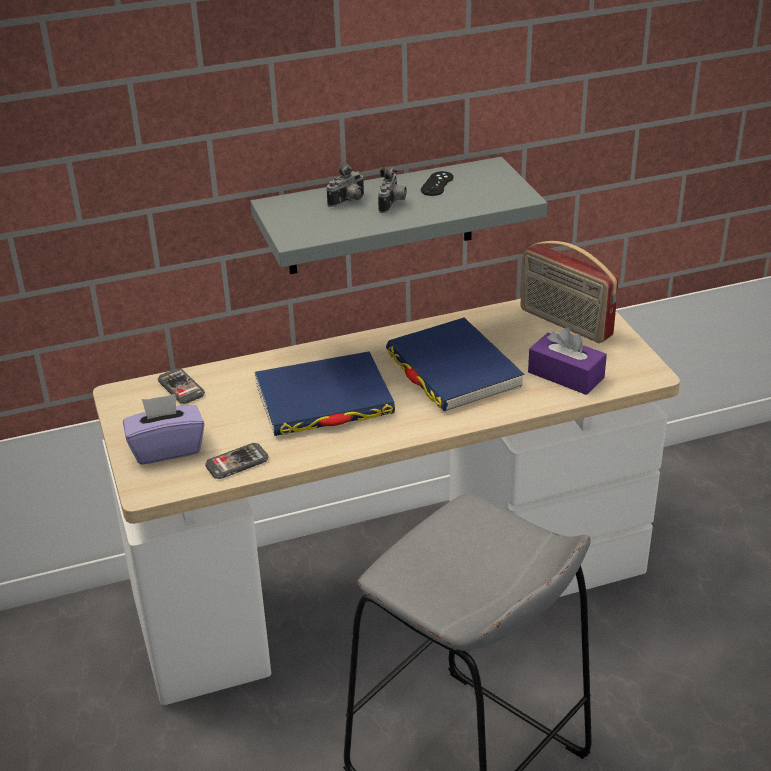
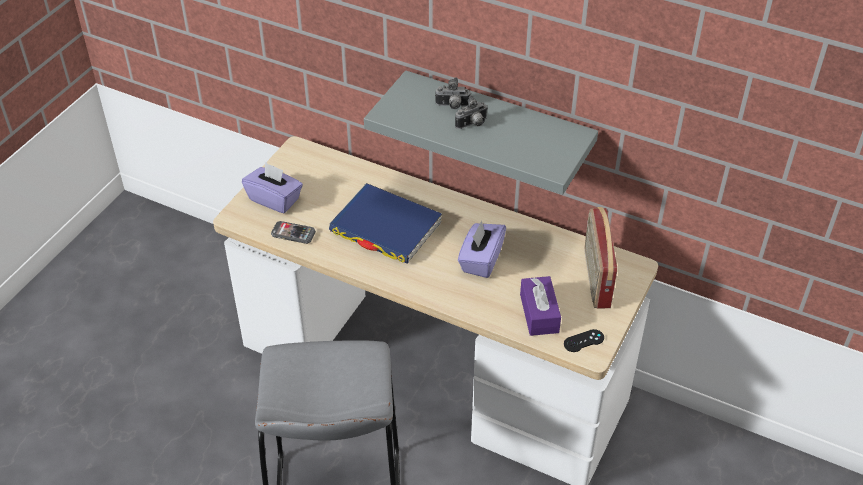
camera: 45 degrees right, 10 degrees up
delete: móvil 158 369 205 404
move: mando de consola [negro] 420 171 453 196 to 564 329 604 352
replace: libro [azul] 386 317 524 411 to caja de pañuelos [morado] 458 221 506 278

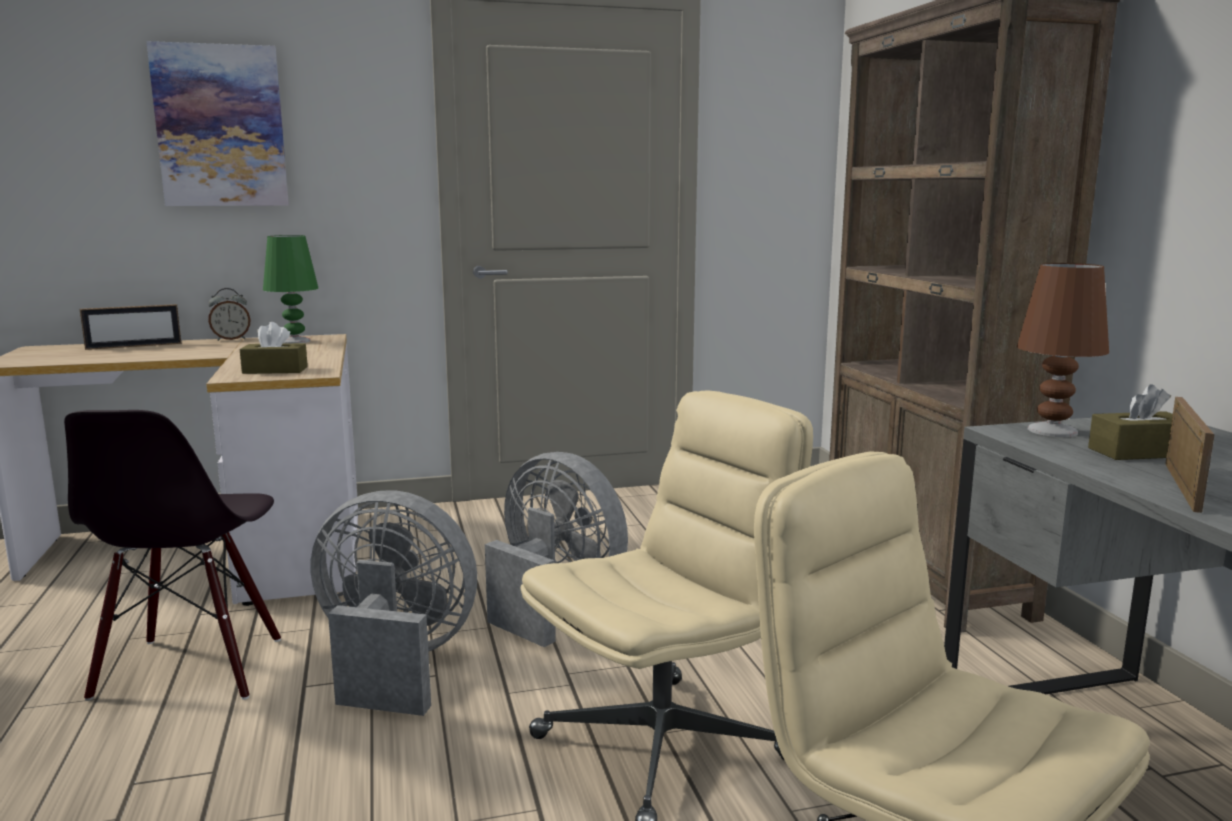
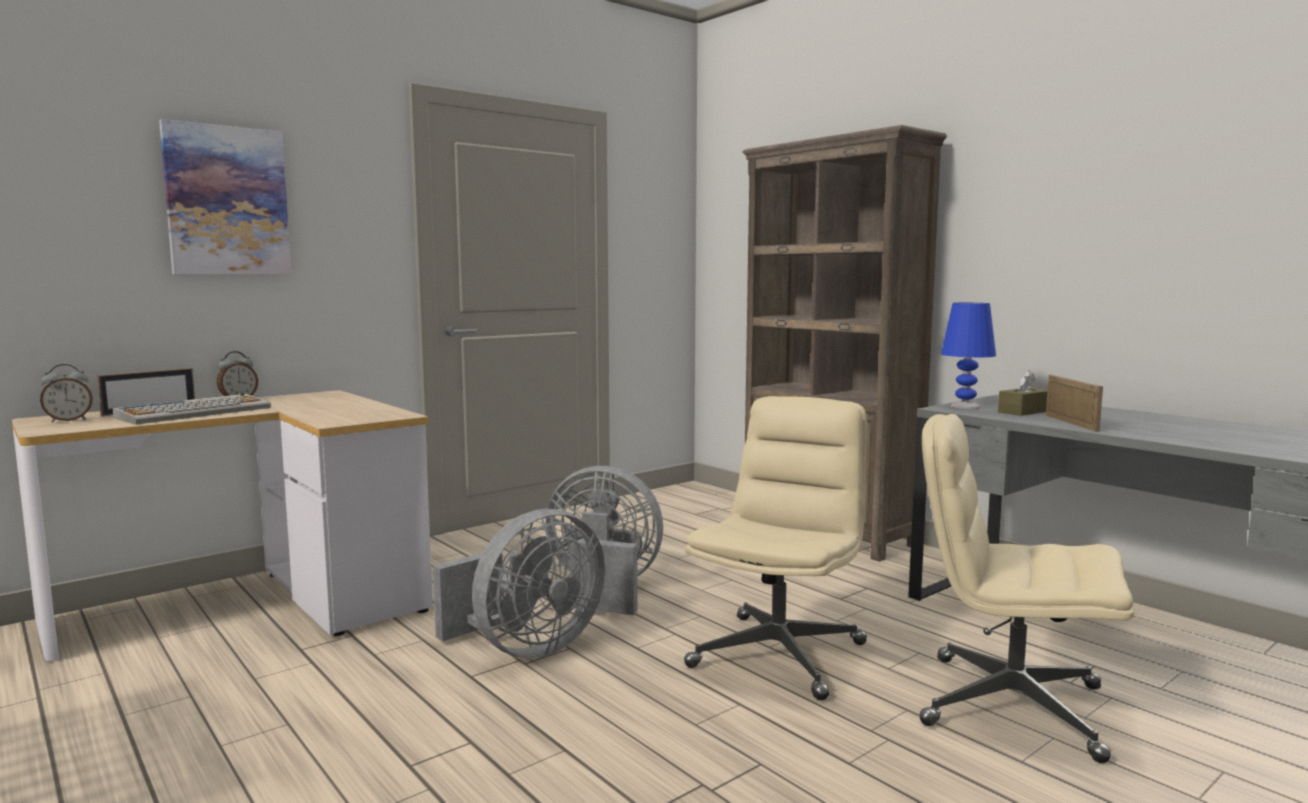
camera: 25 degrees left, 5 degrees down
delete: silla [negro] 64 410 281 701; caja de pañuelos [marrón] 240 322 308 374; lámpara de mesa [verde] 263 235 318 343
insert: despertador 40 364 93 422; teclado 113 394 271 425
recolor: lámpara de mesa [marrón] 1017 263 1109 437 to lámpara de mesa [azul] 941 303 996 409
rotate: ventilador [gris] 311 490 478 716 = 433 509 605 658 150 degrees clockwise

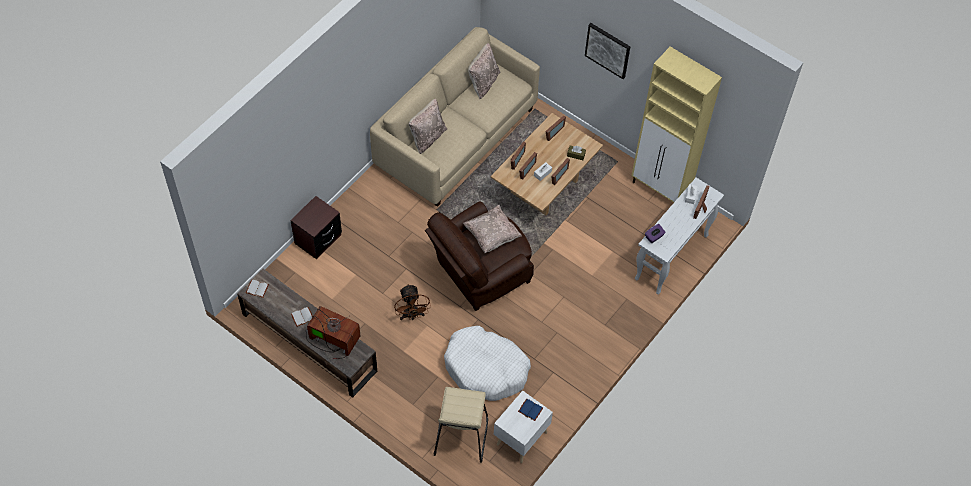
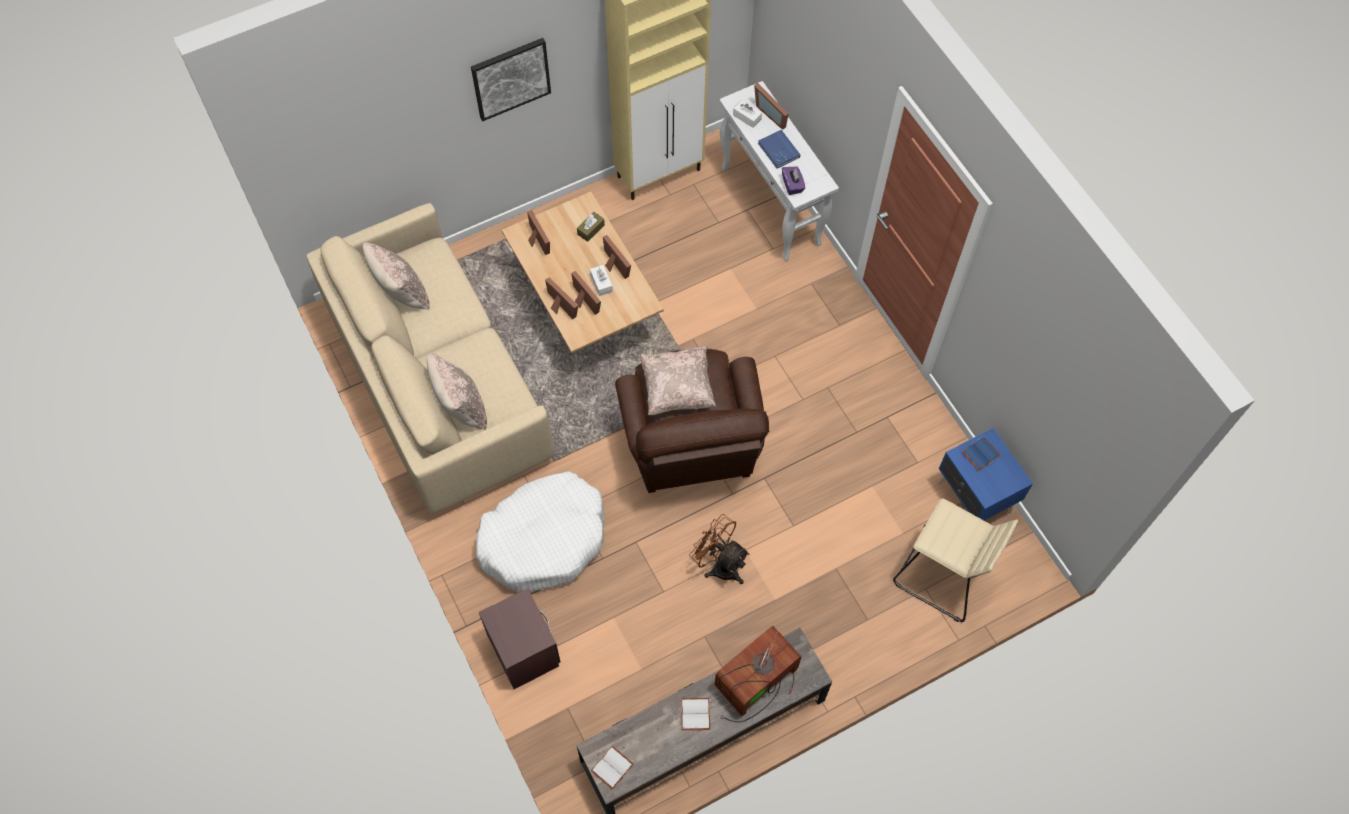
camera: 65 degrees left, 5 degrees up
insert: libro [azul] 758 130 800 169
move: cama para perro [blanco] 444 326 531 401 to 476 471 605 592
recolor: mesita de noche [blanco] 494 391 553 463 to mesita de noche [azul] 938 428 1033 520
rotate: ventilador [marrón] 394 284 431 320 = 689 514 750 584 150 degrees counterclockwise

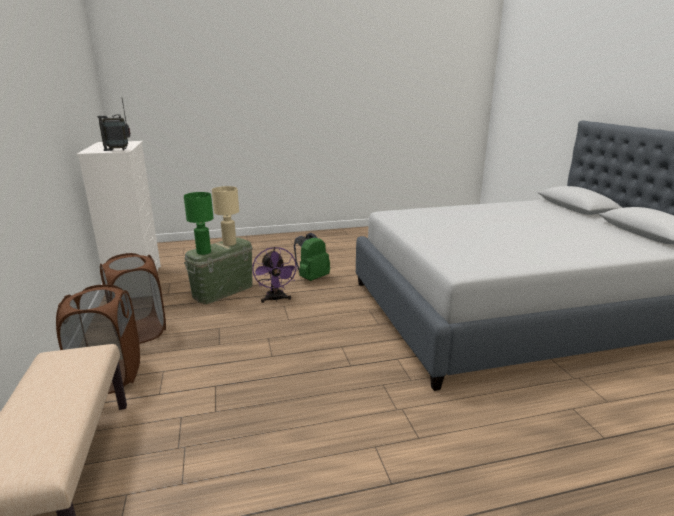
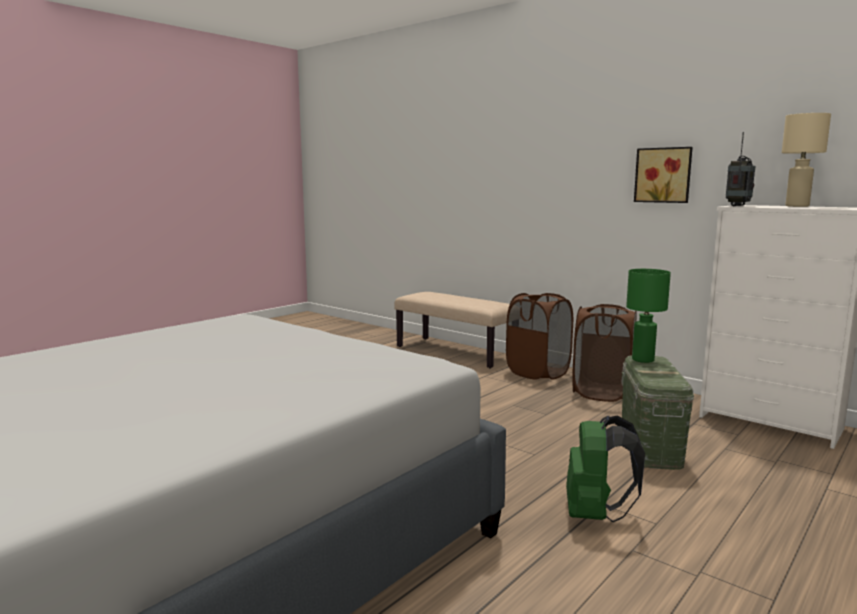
camera: 145 degrees right, 10 degrees down
delete: ventilador [morado] 252 247 298 303
insert: cuadro 634 147 693 203
move: lámpara de mesa [beis] 212 186 239 246 to 782 113 831 207

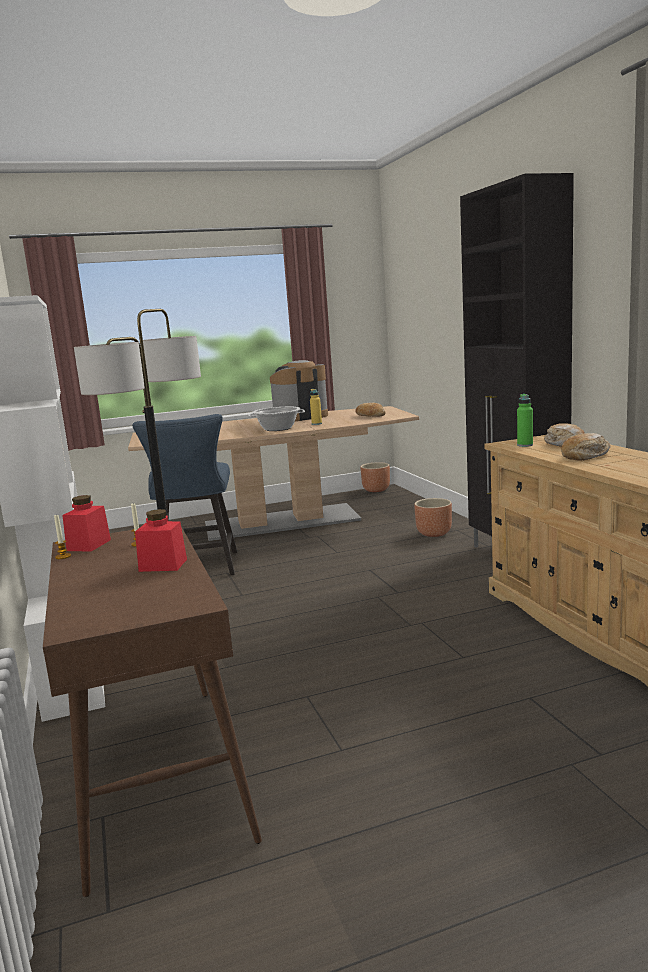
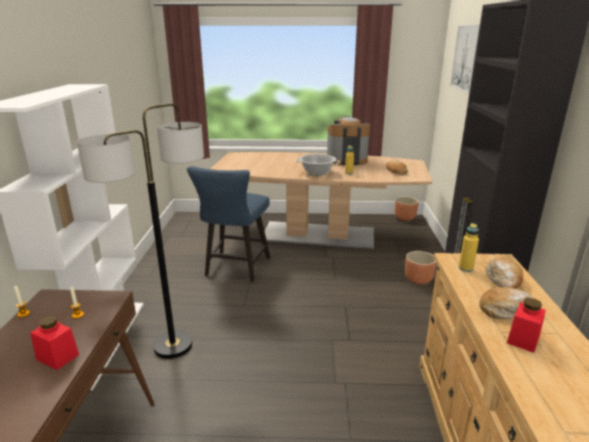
camera: 20 degrees right, 10 degrees up
insert: cuadro 450 25 480 93
move: tarro [rojo] 62 495 111 552 to 507 298 546 353
recolor: botella [verde] 517 394 533 447 to botella [amarillo] 459 223 479 272

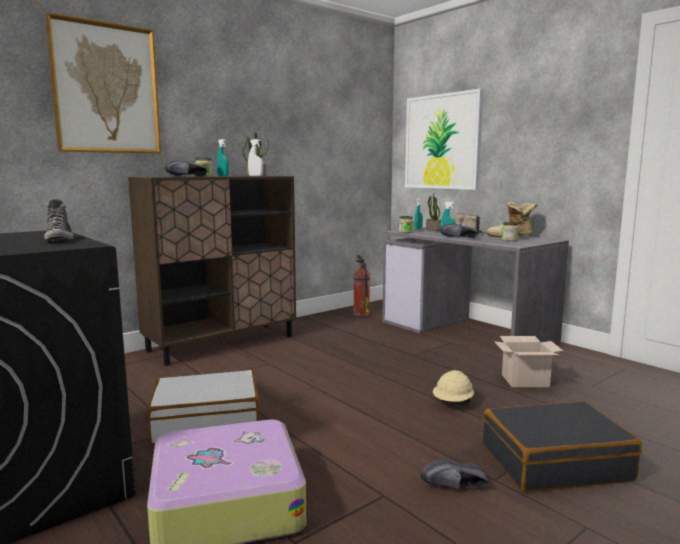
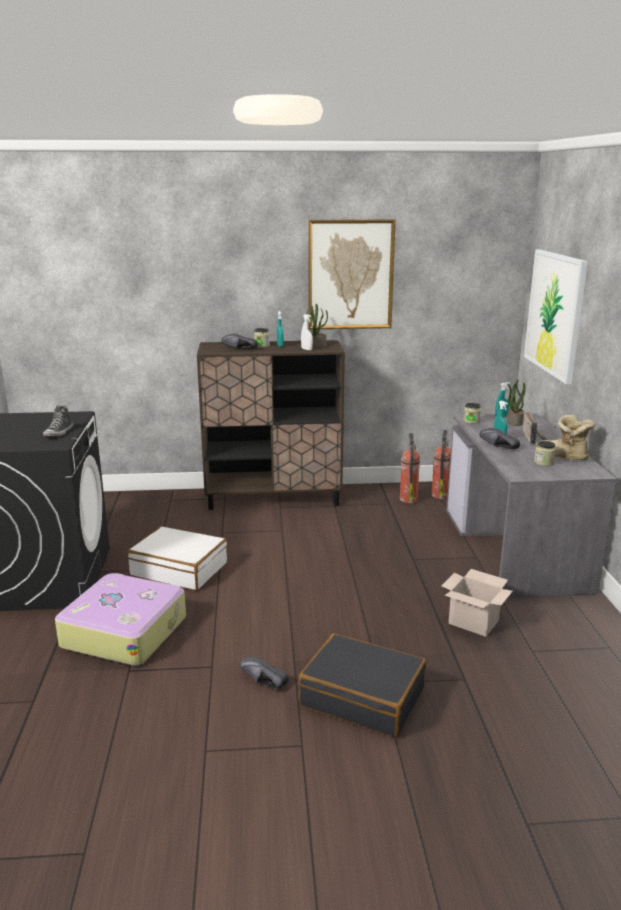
camera: 35 degrees right, 10 degrees up
delete: casco [beis] 433 370 474 404
insert: extintor 400 433 420 503
move: cuadro 45 12 161 153 to 308 219 396 329

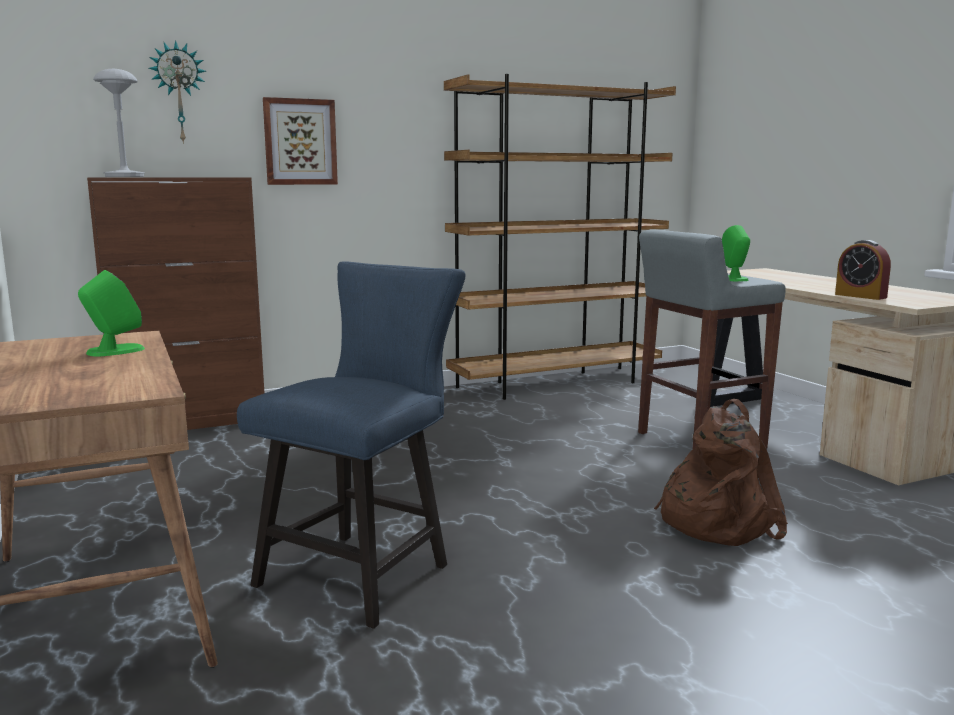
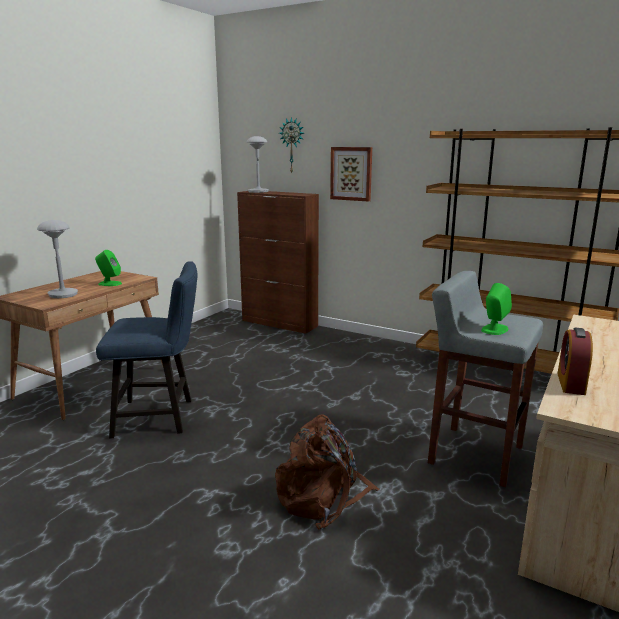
camera: 55 degrees right, 5 degrees up
insert: lámpara de mesa [gris] 37 220 78 298

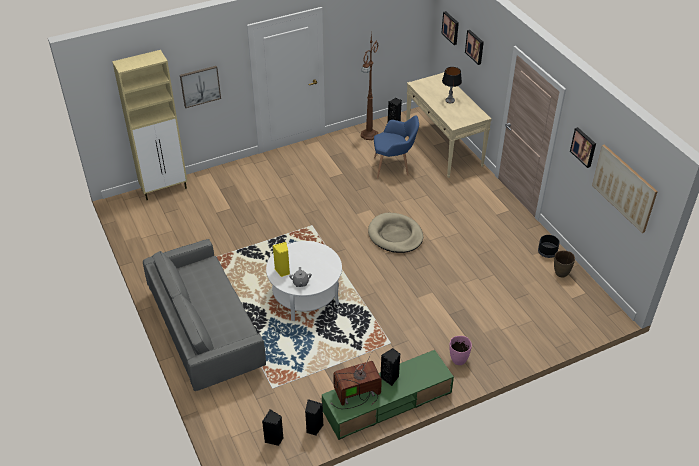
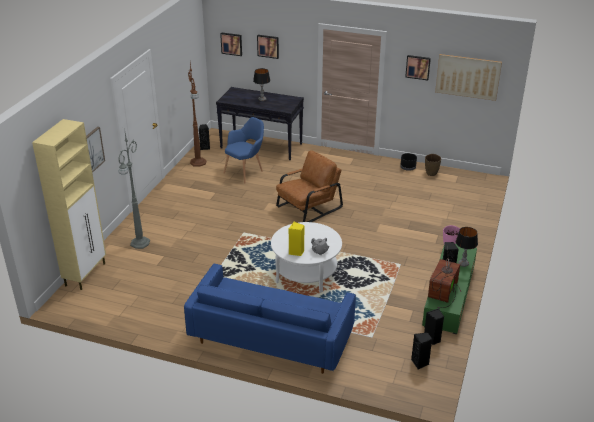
camera: 45 degrees left, 10 degrees down
insert: lámpara de pie [gris] 119 128 150 249; lámpara de mesa 456 227 478 267
replace: cama para perro [beis] 368 213 423 253 to sillón [marrón] 276 150 343 222
recolor: sofá [gris] 143 239 266 391 to sofá [azul] 184 264 356 374; mesa consola [beis] 407 72 492 178 to mesa consola [negro] 216 87 304 160

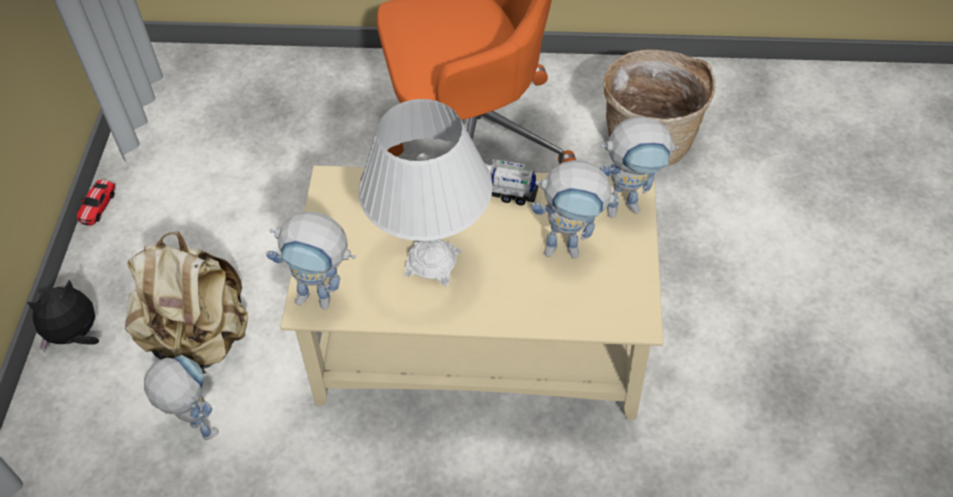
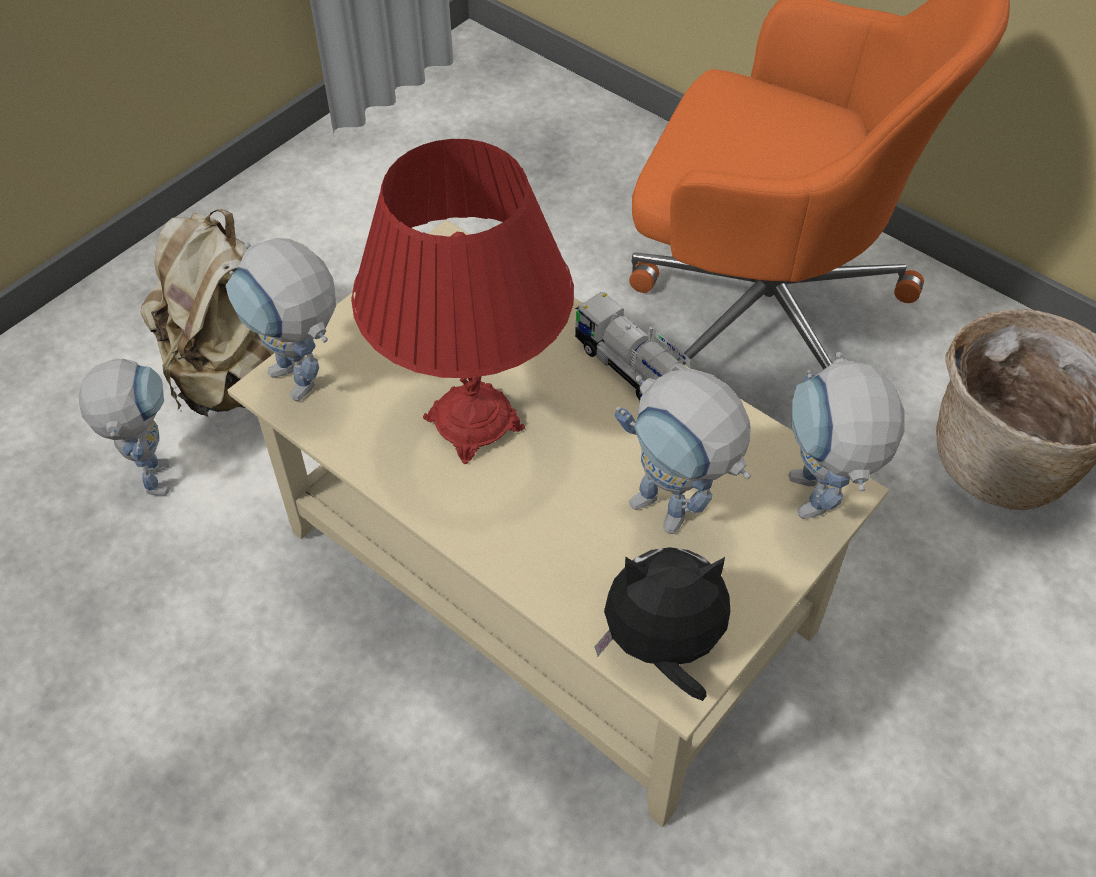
camera: 35 degrees right, 0 degrees up
delete: coche de juguete 77 180 115 226
move: peluche 27 280 99 352 to 595 547 730 701
recolor: lámpara de mesa [blanco] 358 99 493 286 to lámpara de mesa [rojo] 351 139 574 464
rotate: robot de juguete 599 116 679 218 = 788 352 904 519 60 degrees clockwise

